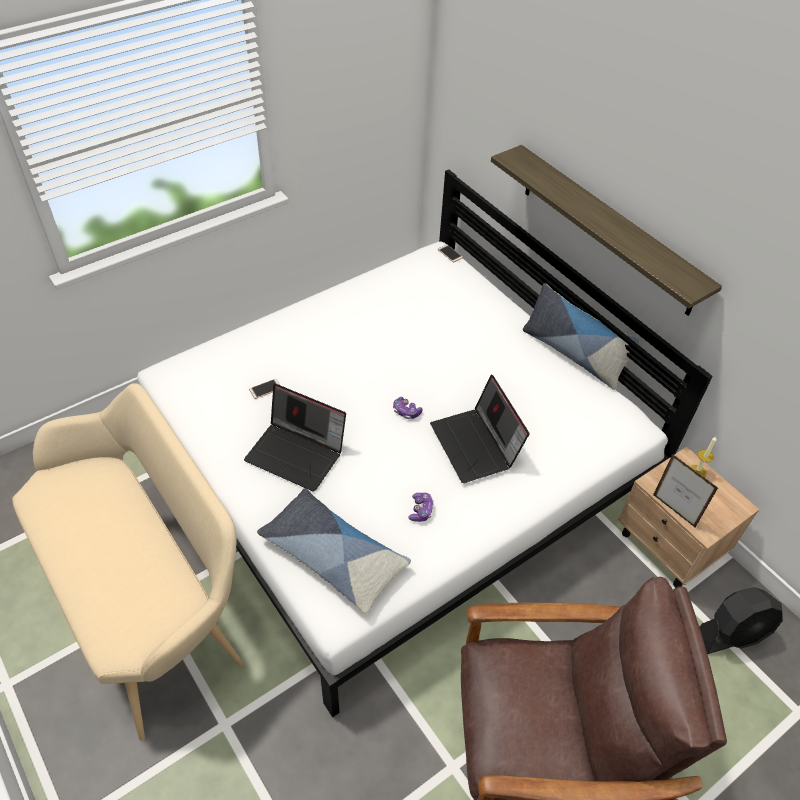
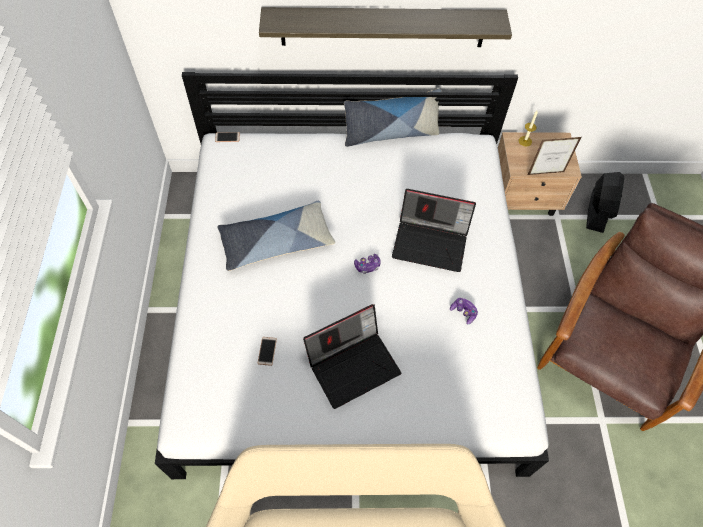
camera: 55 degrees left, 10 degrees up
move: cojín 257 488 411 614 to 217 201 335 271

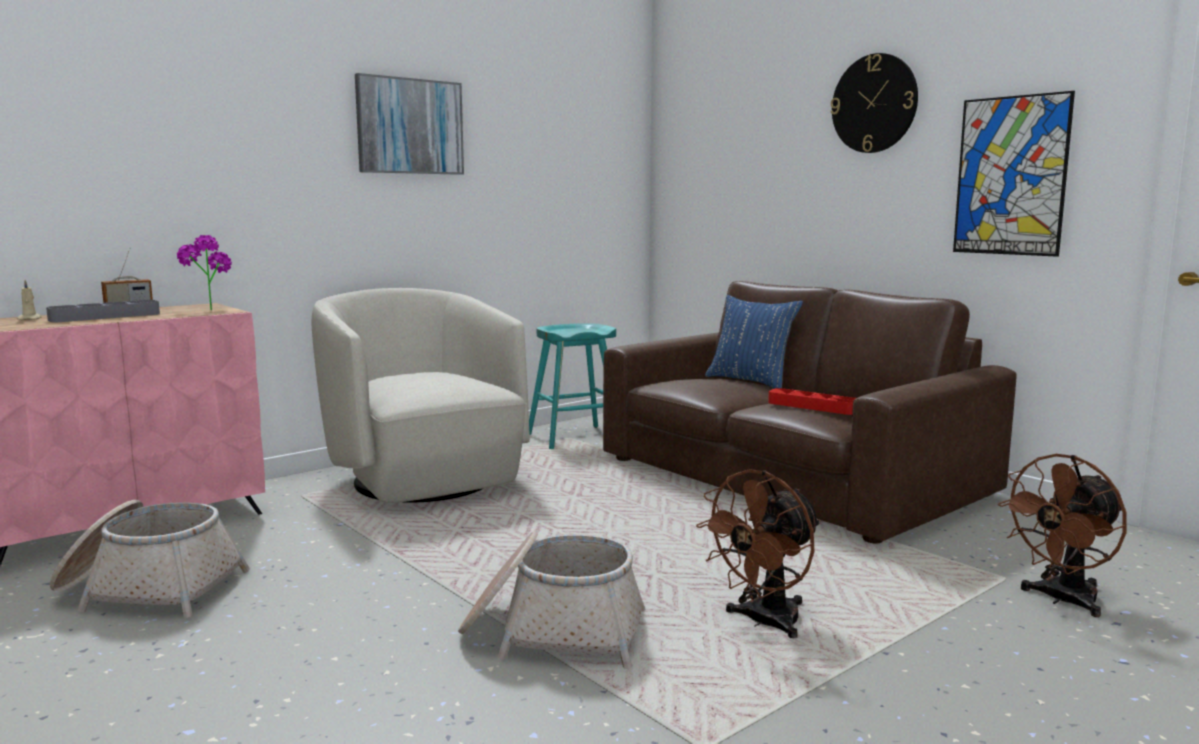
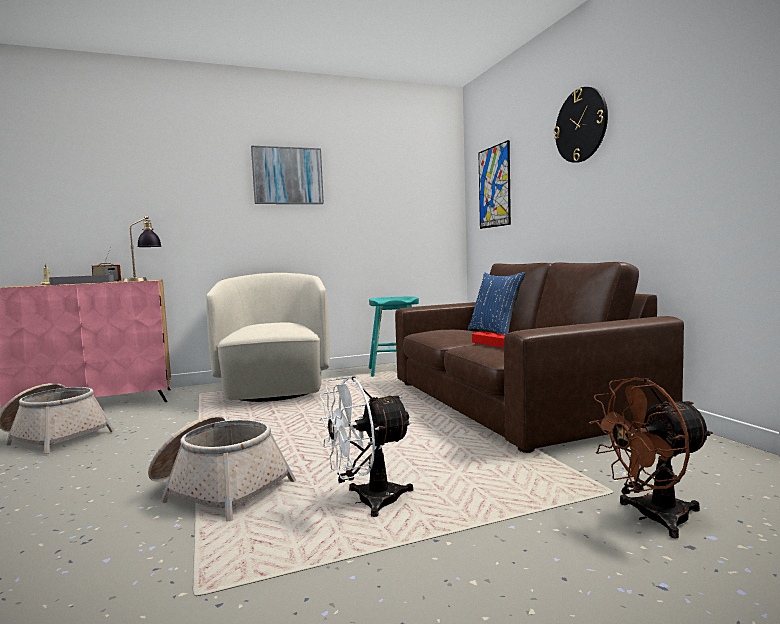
camera: 20 degrees right, 5 degrees down
move: cuadro 953 91 1075 257 to 478 140 511 229
replace: planta en maceta 177 235 232 310 to lámpara de mesa 123 216 162 282
recolor: ventilador [marrón] 696 469 821 638 to ventilador [blanco] 319 376 413 517

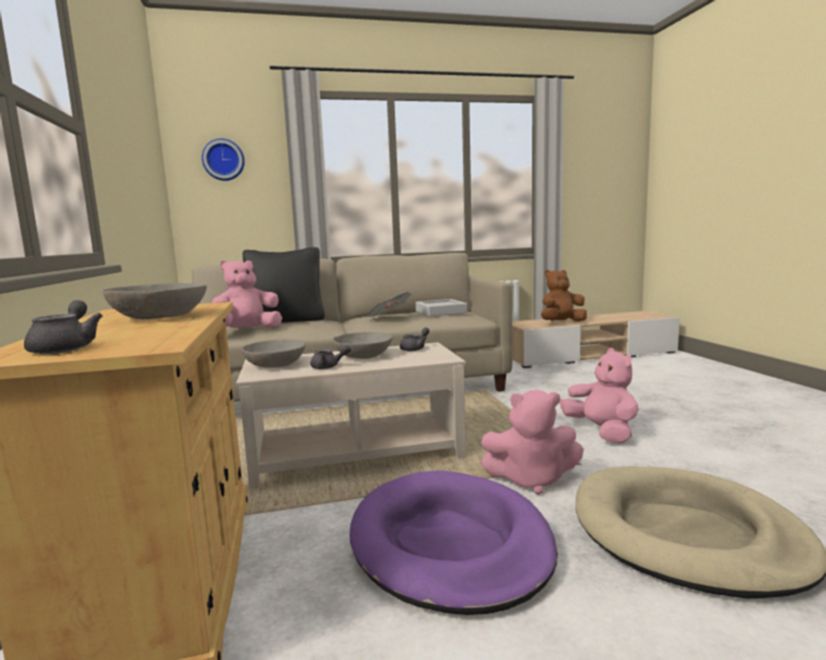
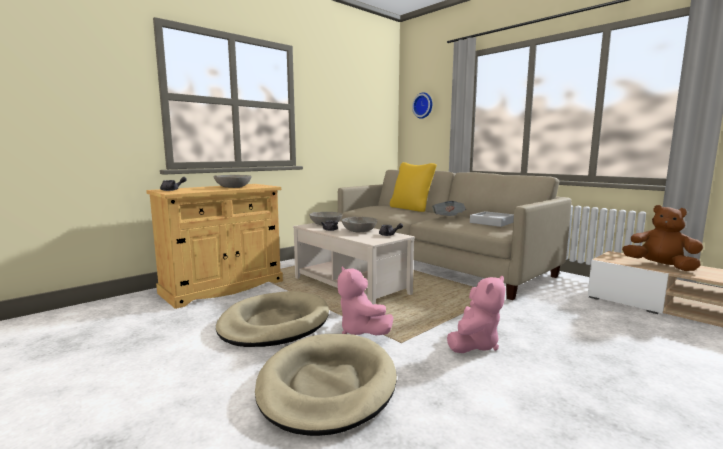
camera: 60 degrees right, 0 degrees up
delete: peluche [rosa] 212 260 282 328
recolor: cama para perro [morado] 350 470 558 615 to cama para perro [beis] 216 291 329 347; cojín [negro] 243 247 325 323 to cojín [amarillo] 390 162 437 212

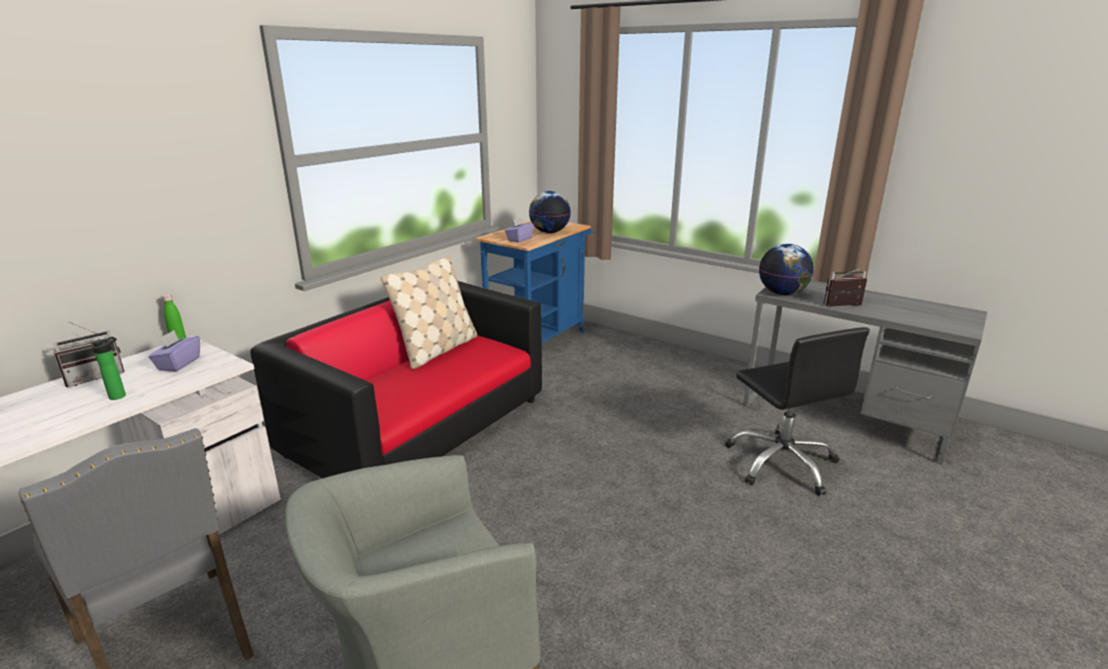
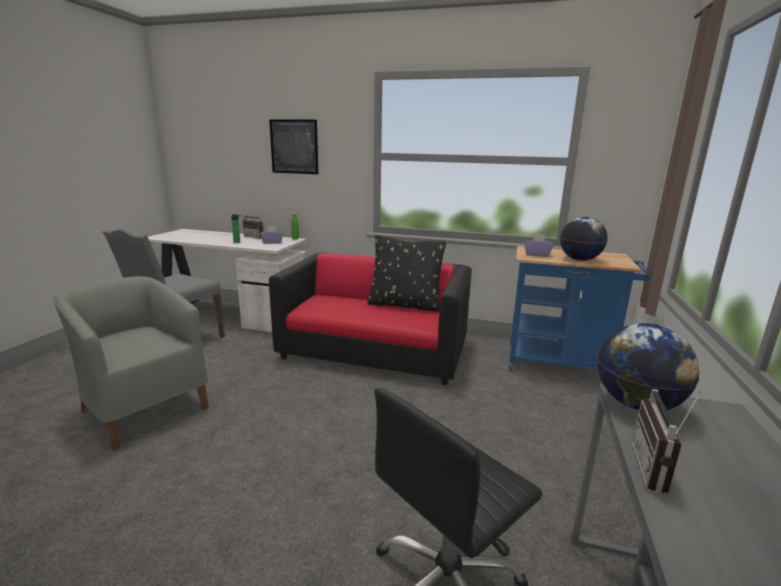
camera: 70 degrees right, 5 degrees down
insert: cuadro 269 119 318 174
recolor: cojín [beis] 380 255 477 369 to cojín [negro] 367 235 446 312
rotate: radio 824 267 867 307 = 632 389 702 493 135 degrees counterclockwise

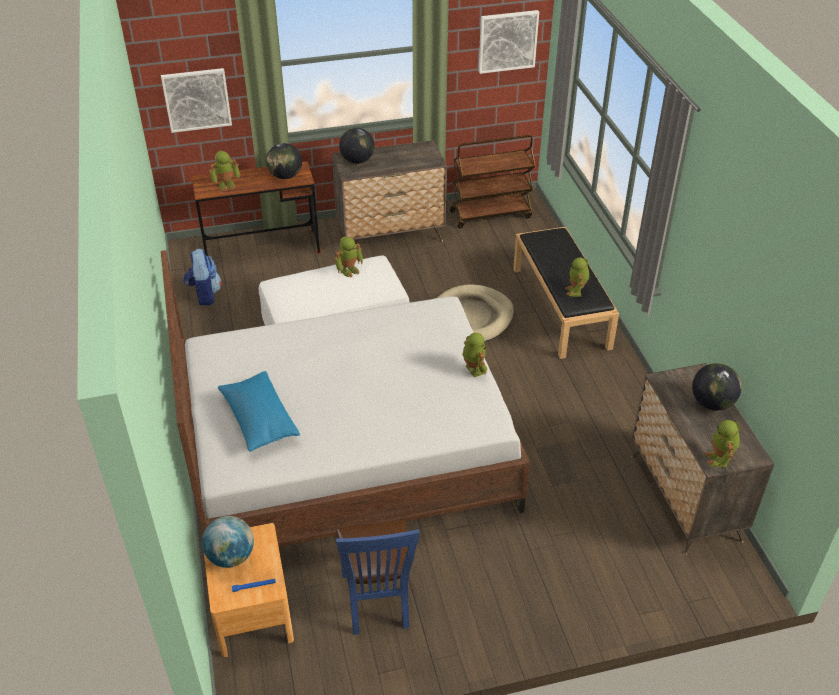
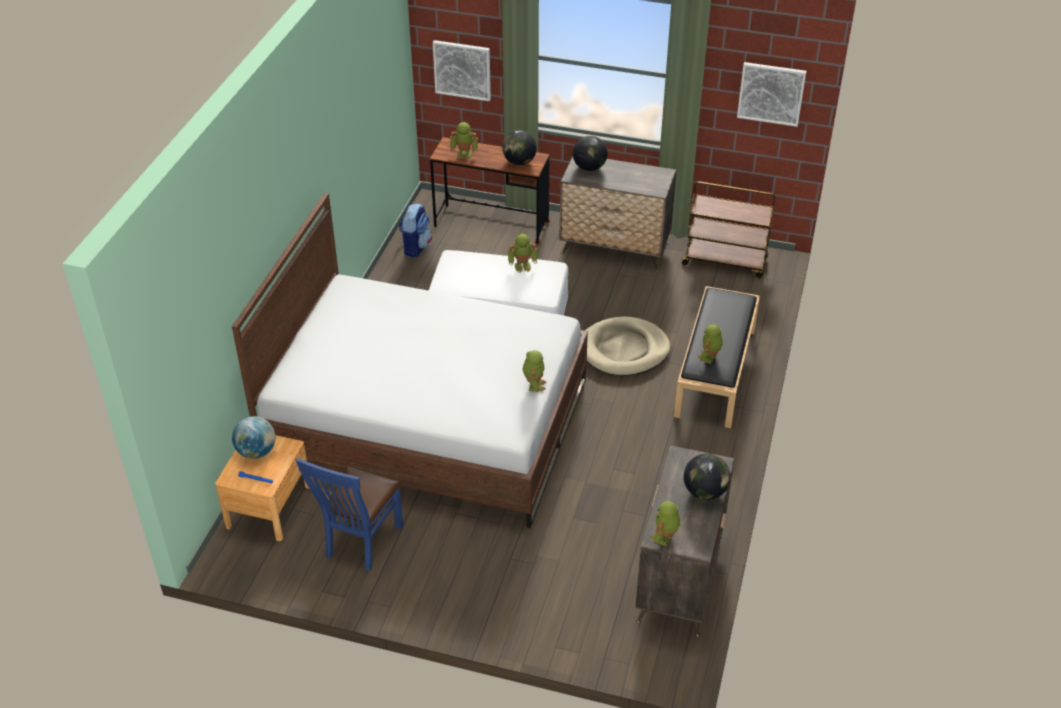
camera: 30 degrees right, 0 degrees up
delete: cojín [azul] 218 371 300 451

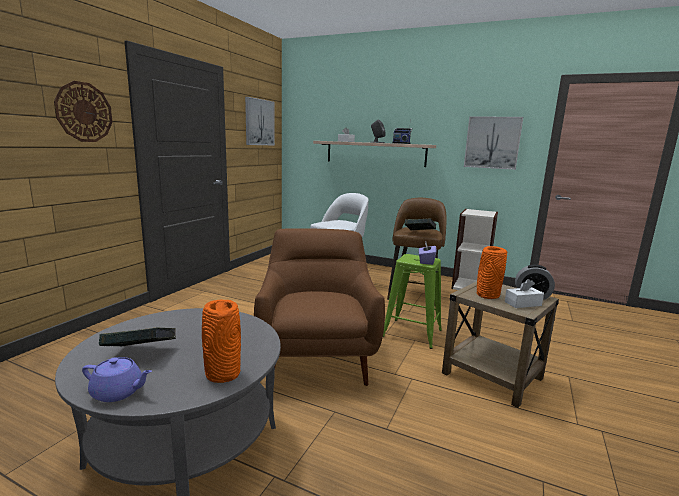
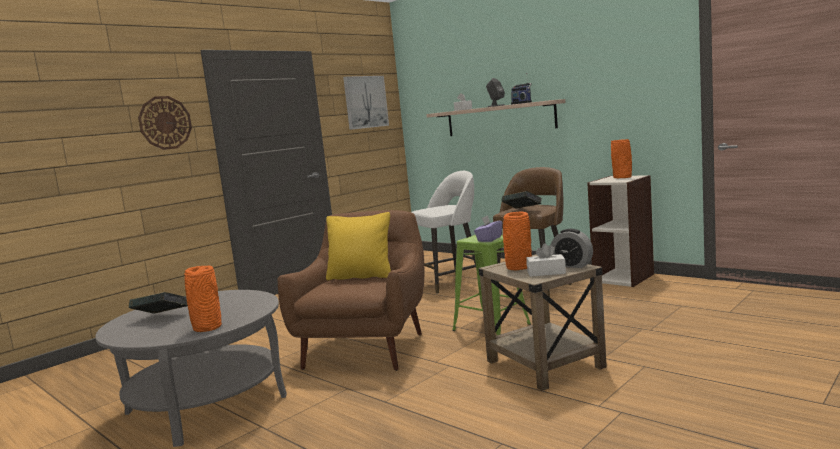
camera: 20 degrees right, 5 degrees down
delete: tetera [morado] 82 357 152 402; cuadro 464 116 523 170
insert: cojín [amarillo] 326 212 391 280; florero [naranja] 611 139 632 178

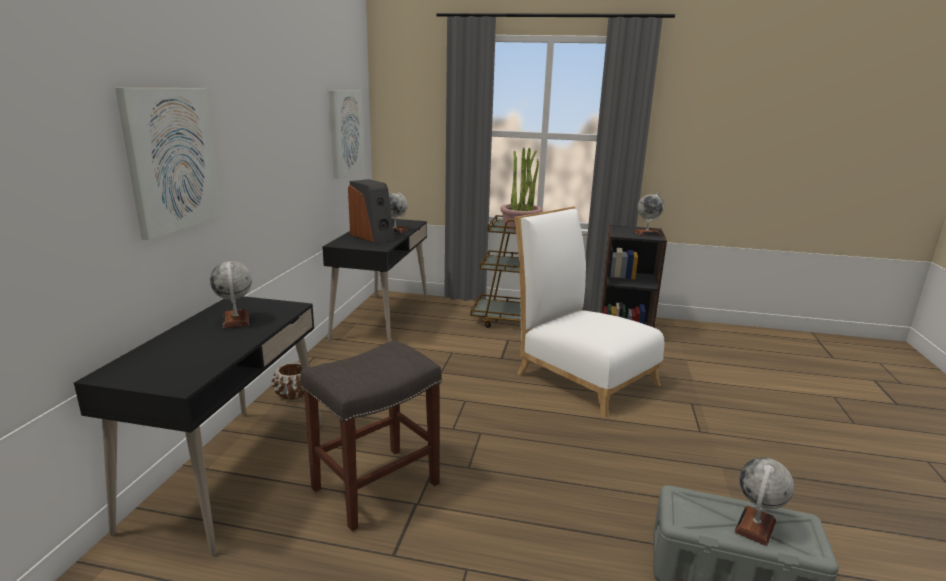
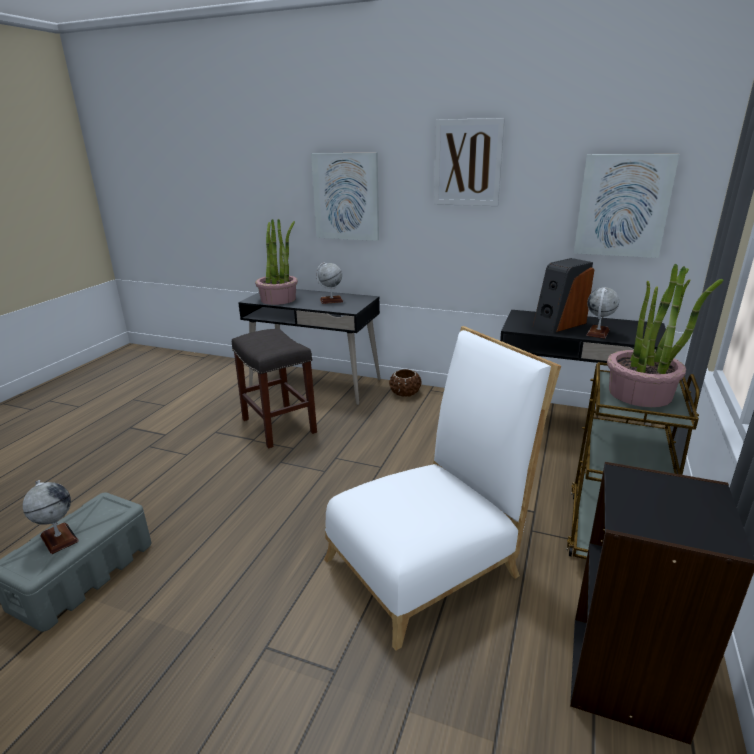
camera: 100 degrees right, 5 degrees up
delete: globo terráqueo 633 193 664 236
insert: planta en maceta 255 219 298 305; cuadro 434 118 505 206

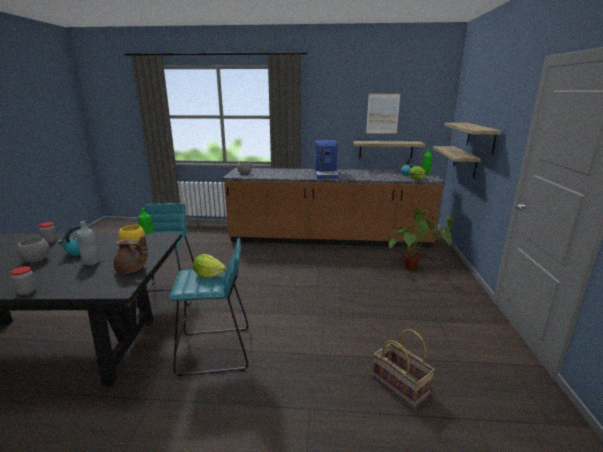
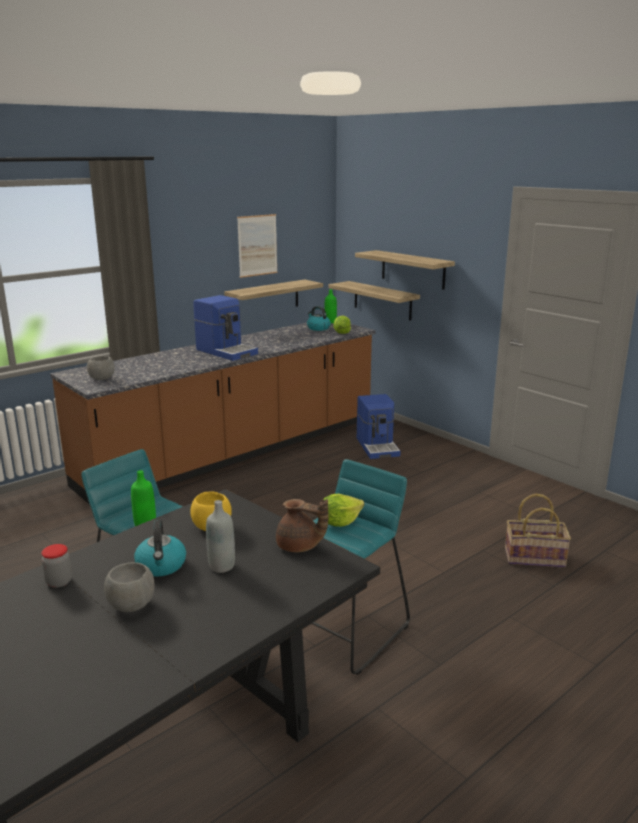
camera: 45 degrees left, 0 degrees up
delete: tarro 10 266 37 295
replace: planta en maceta 389 208 454 270 to cafetera 357 394 401 459
rotate: tetera [marrón] 113 236 148 273 = 276 499 328 552 60 degrees clockwise

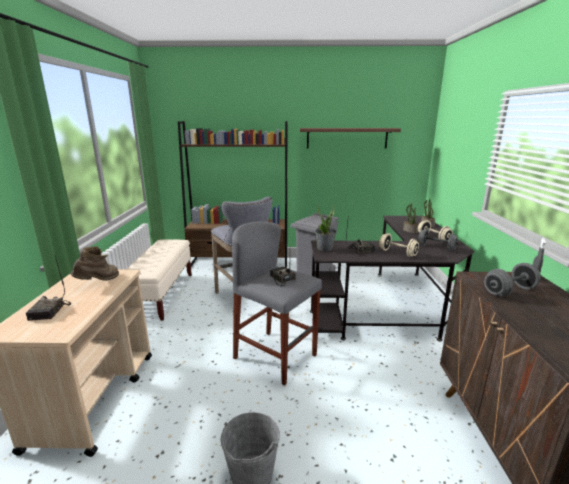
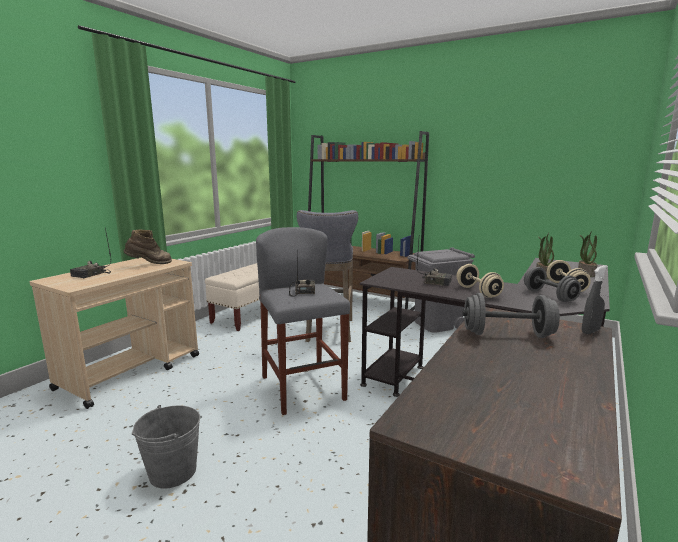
camera: 30 degrees right, 5 degrees down
delete: estante 300 128 401 149; planta en maceta 315 203 336 252

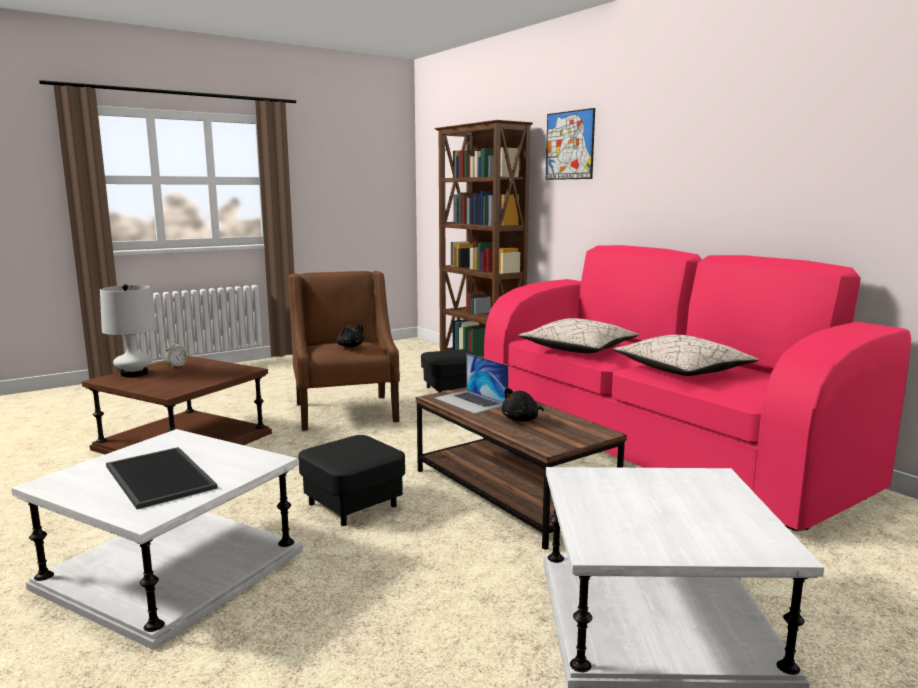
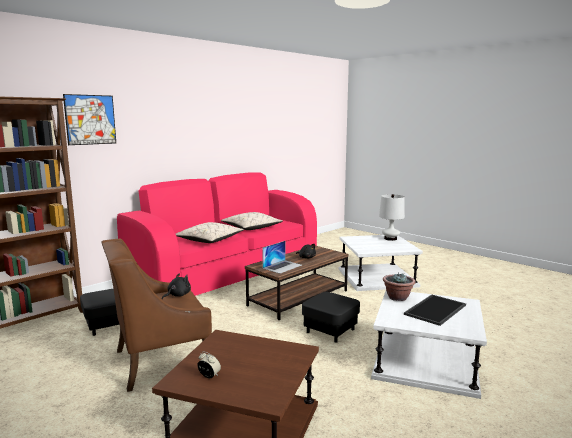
camera: 100 degrees left, 0 degrees up
insert: planta en maceta 383 273 416 301
move: lámpara de mesa [blanco] 100 284 157 377 to 379 194 405 241

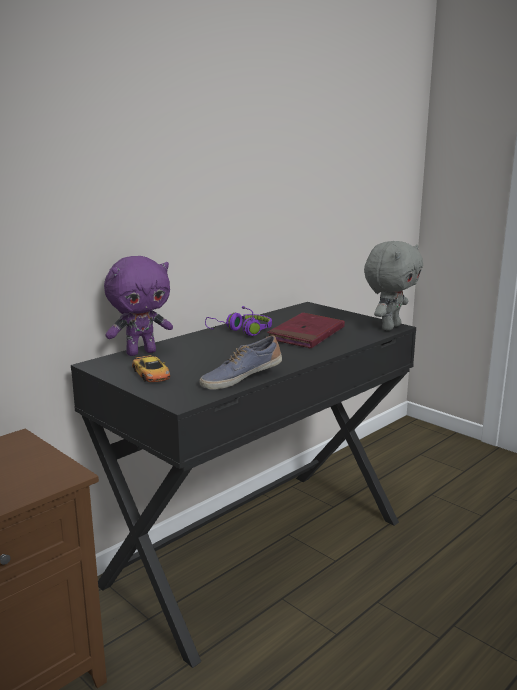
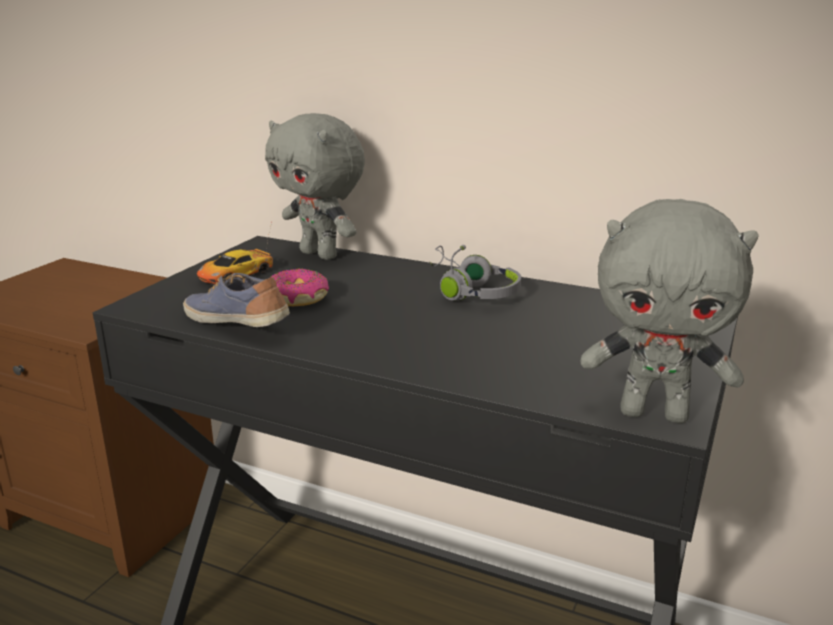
camera: 70 degrees right, 5 degrees up
delete: libro [rojo] 267 312 345 348
insert: rosquilla 270 269 329 306
recolor: peluche [morado] 104 256 173 356 to peluche [gris] 265 113 365 260; auriculares [morado] 205 306 272 336 to auriculares [gris] 429 245 521 301

